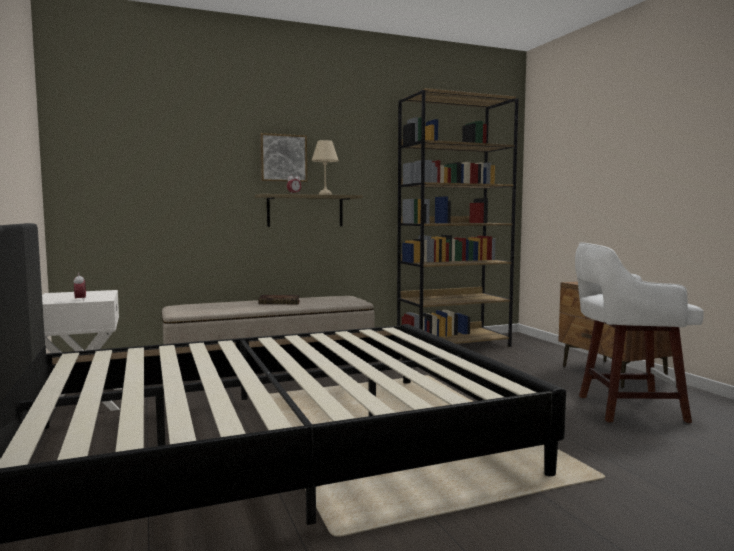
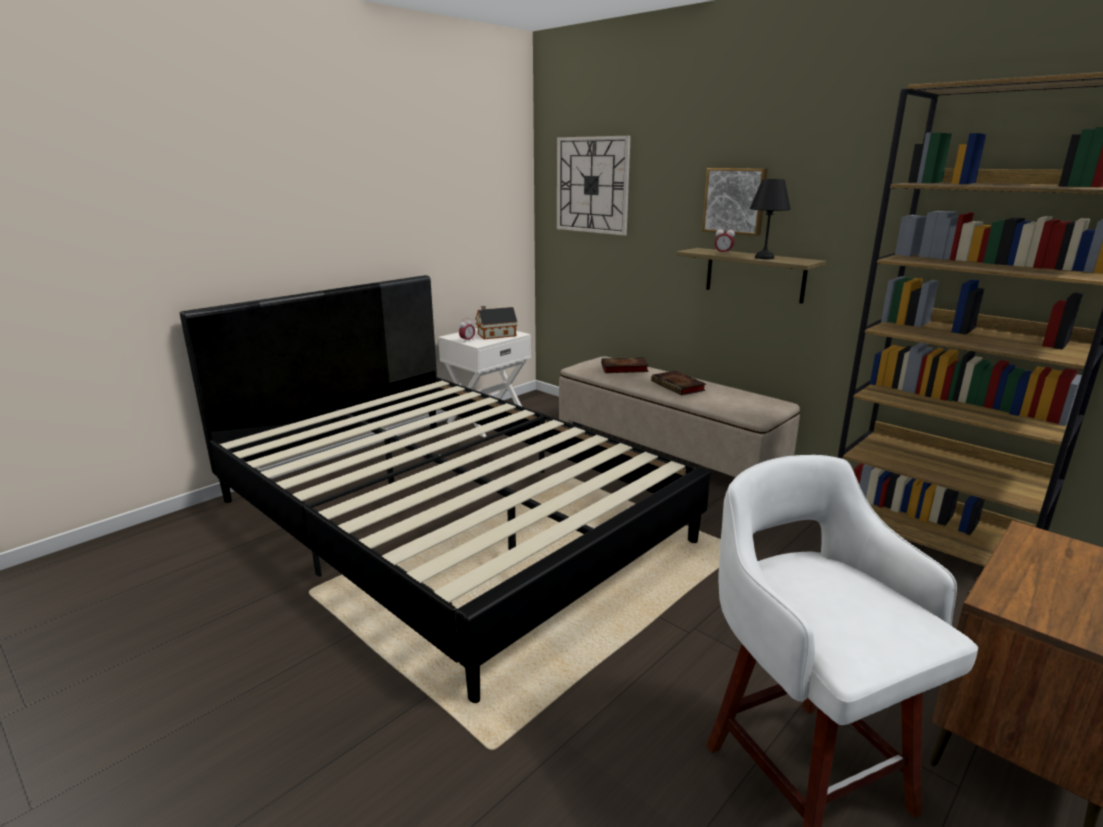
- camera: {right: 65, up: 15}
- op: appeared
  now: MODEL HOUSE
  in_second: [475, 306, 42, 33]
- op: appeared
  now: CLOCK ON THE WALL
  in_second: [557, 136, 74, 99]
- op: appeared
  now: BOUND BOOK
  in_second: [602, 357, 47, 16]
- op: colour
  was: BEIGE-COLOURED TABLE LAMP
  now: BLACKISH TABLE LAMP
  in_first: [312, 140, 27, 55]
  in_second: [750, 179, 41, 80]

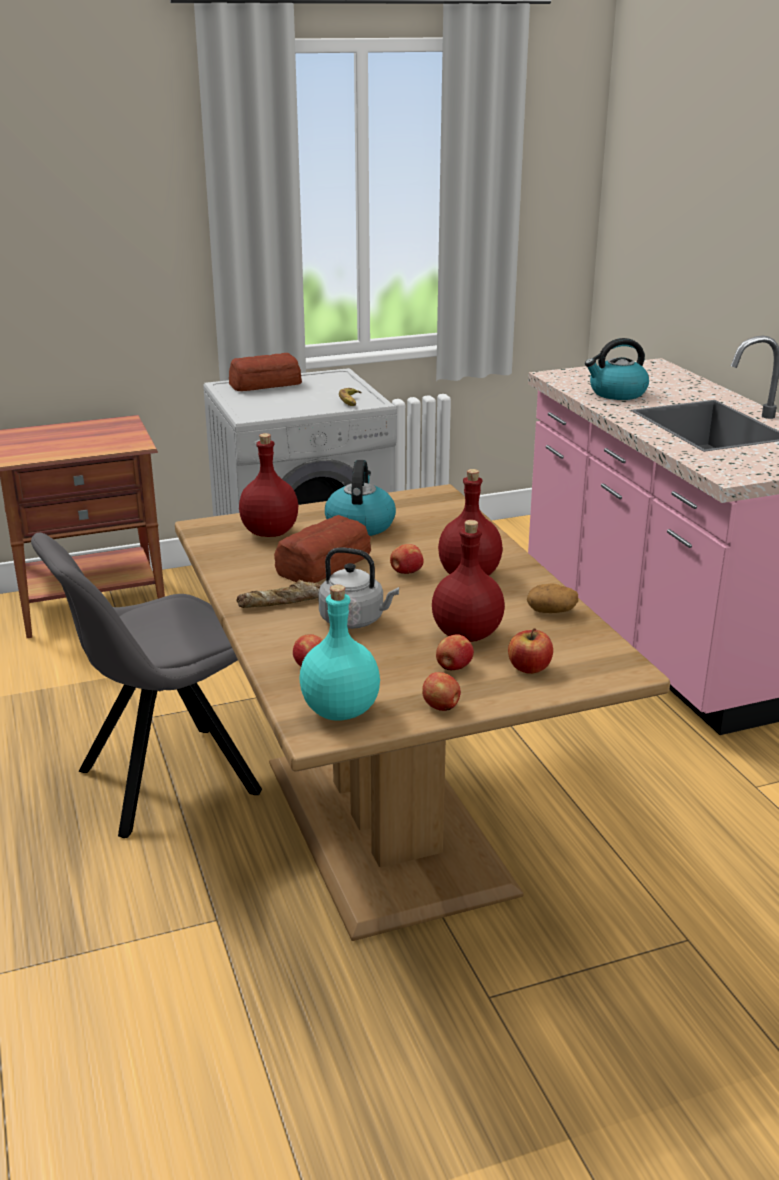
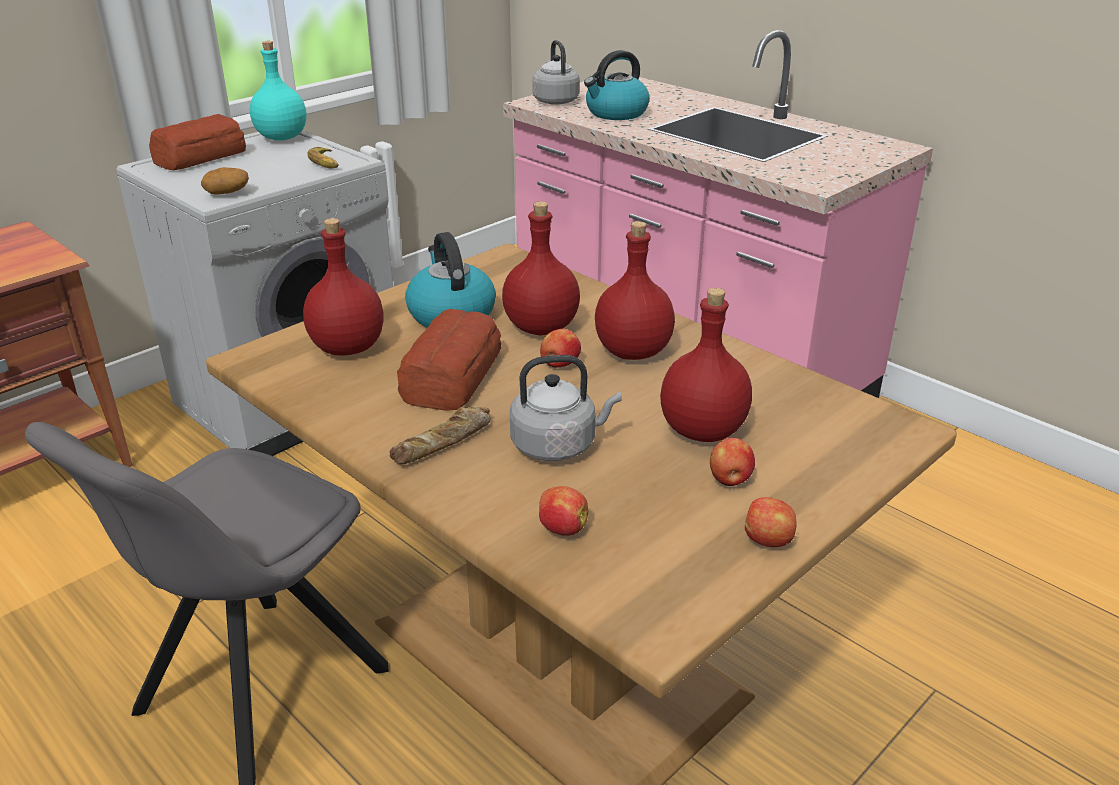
- camera: {right: -25, up: 5}
- op: relocated
  was: POTATO
  in_first: [527, 584, 51, 29]
  in_second: [201, 167, 48, 28]
- op: relocated
  was: TURQUOISE-COLOURED BEVERAGE BOTTLE
  in_first: [300, 585, 80, 135]
  in_second: [250, 41, 57, 100]
- op: appeared
  now: RED-COLOURED BEVERAGE BOTTLE
  in_second: [502, 201, 78, 135]
- op: appeared
  now: GREYISH TEA KETTLE
  in_second: [532, 40, 48, 65]
- op: missing
  was: WHOLE APPLE
  in_first: [508, 628, 45, 46]

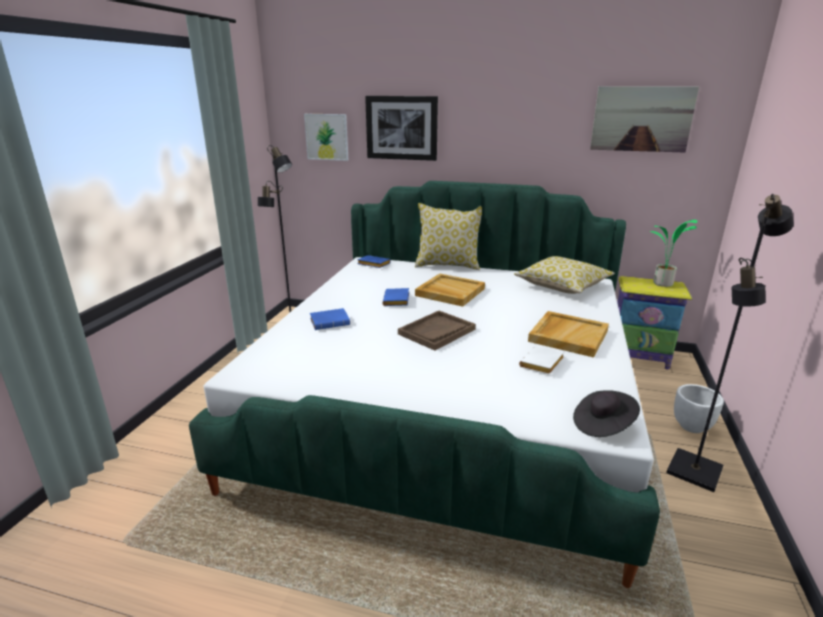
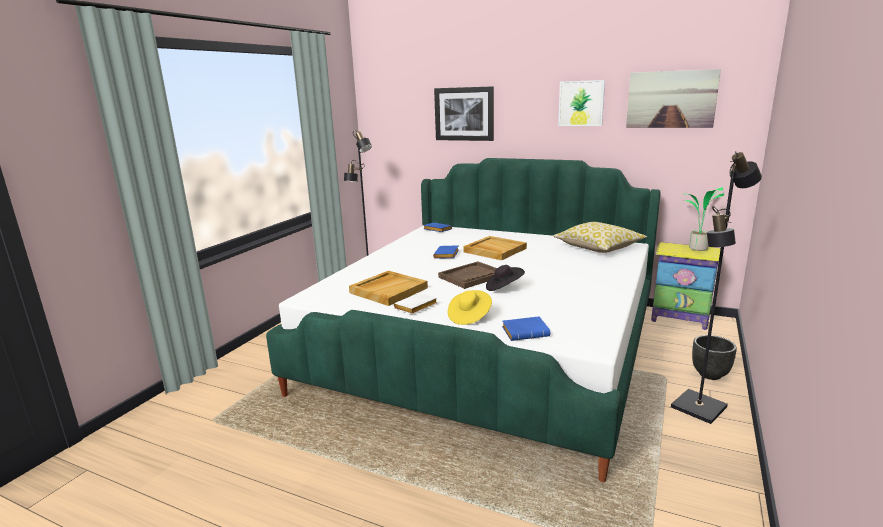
- camera: {right: 10, up: -5}
- op: relocated
  was: BEIGE-COLOURED CARRYING TRAY
  in_first: [528, 311, 81, 47]
  in_second: [349, 271, 79, 35]
- op: relocated
  was: WHITISH BOUND BOOK
  in_first: [519, 345, 46, 30]
  in_second: [394, 293, 44, 21]
- op: appeared
  now: YELLOW-COLOURED WEARABLE HAT
  in_second: [448, 290, 44, 35]
- op: relocated
  was: BLACKISH WEARABLE HAT
  in_first: [573, 390, 67, 47]
  in_second: [486, 265, 39, 26]
- op: relocated
  was: BLUE-COLOURED BOUND BOOK
  in_first: [310, 308, 40, 22]
  in_second: [502, 316, 49, 25]
- op: relocated
  was: PICTURE
  in_first: [304, 114, 44, 47]
  in_second: [558, 80, 47, 46]
- op: colour
  was: WHITISH PLANTER
  now: BLACKISH PLANTER
  in_first: [674, 384, 50, 49]
  in_second: [692, 335, 45, 45]
- op: missing
  was: PILLOW
  in_first: [415, 203, 67, 67]

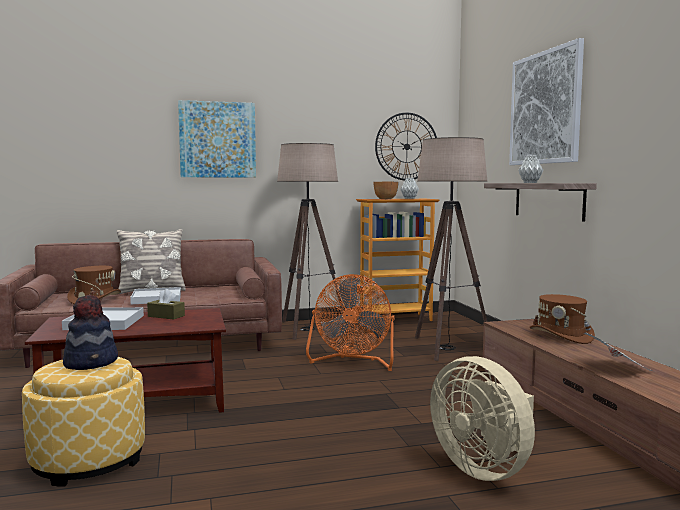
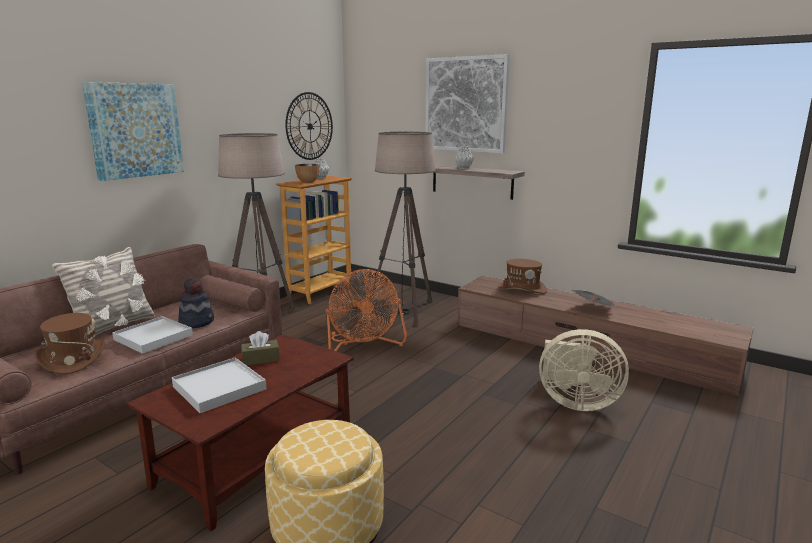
- camera: {right: -40, up: 10}
- op: relocated
  was: WEARABLE HAT
  in_first: [63, 295, 55, 75]
  in_second: [178, 277, 36, 52]

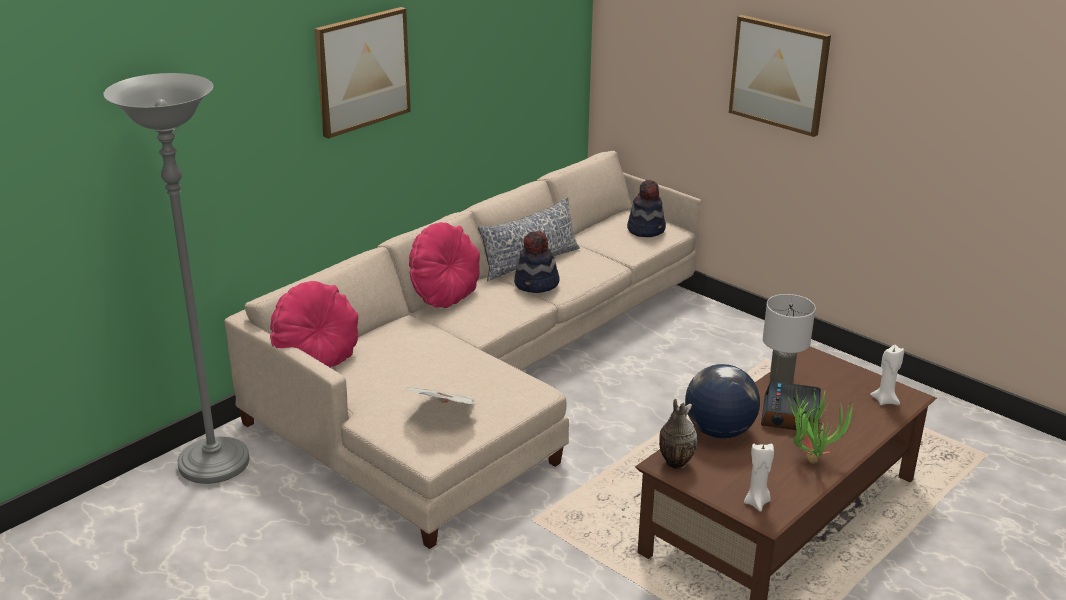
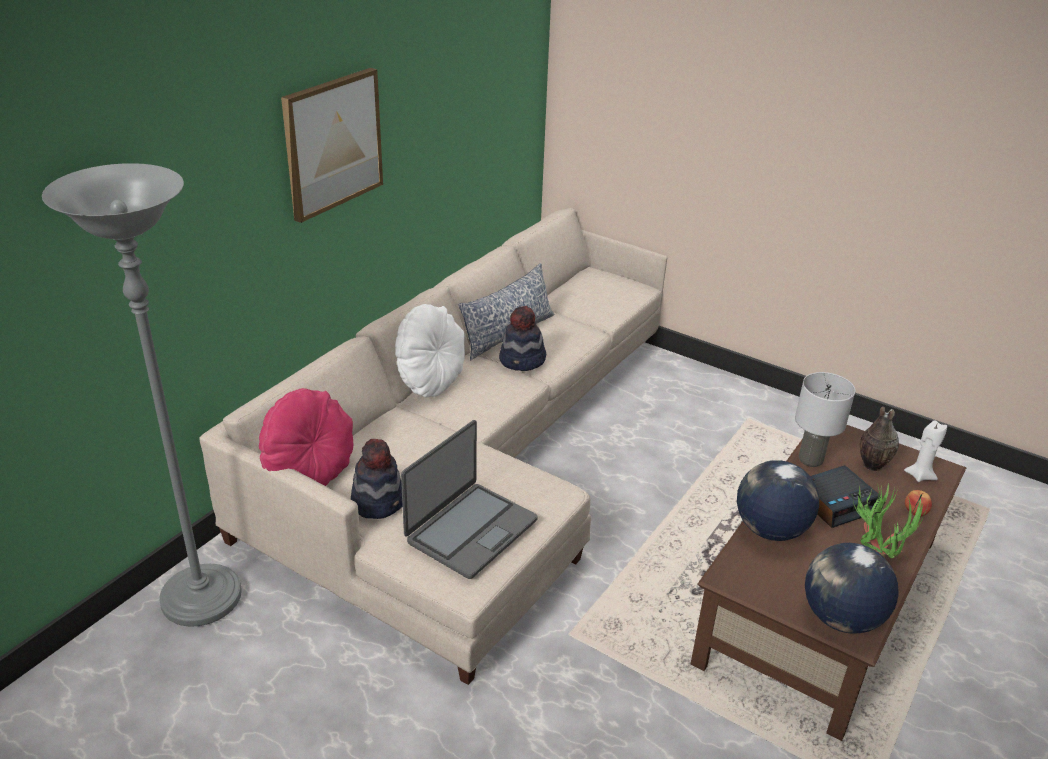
- camera: {right: -10, up: 5}
- op: relocated
  was: WEARABLE HAT
  in_first: [627, 180, 39, 57]
  in_second: [351, 439, 52, 80]
- op: colour
  was: PINK PILLOW
  now: WHITISH PILLOW
  in_first: [409, 222, 71, 86]
  in_second: [395, 304, 70, 93]
- op: exchanged
  was: DAILY PAPER
  now: NOTEBOOK COMPUTER
  in_first: [405, 387, 72, 18]
  in_second: [401, 420, 137, 159]
- op: exchanged
  was: WHITISH CANDLE
  now: GLOBE
  in_first: [744, 443, 30, 69]
  in_second: [805, 543, 93, 91]
- op: spun
  was: BEDSIDE CLOCK
  in_first: [761, 381, 60, 49]
  in_second: [810, 465, 71, 63]
  clockwise: -120
- op: relocated
  was: DECORATIVE VASE
  in_first: [659, 399, 38, 70]
  in_second: [860, 407, 39, 64]
- op: appeared
  now: WHOLE APPLE
  in_second: [905, 490, 27, 27]
- op: missing
  was: PICTURE
  in_first: [729, 15, 102, 122]

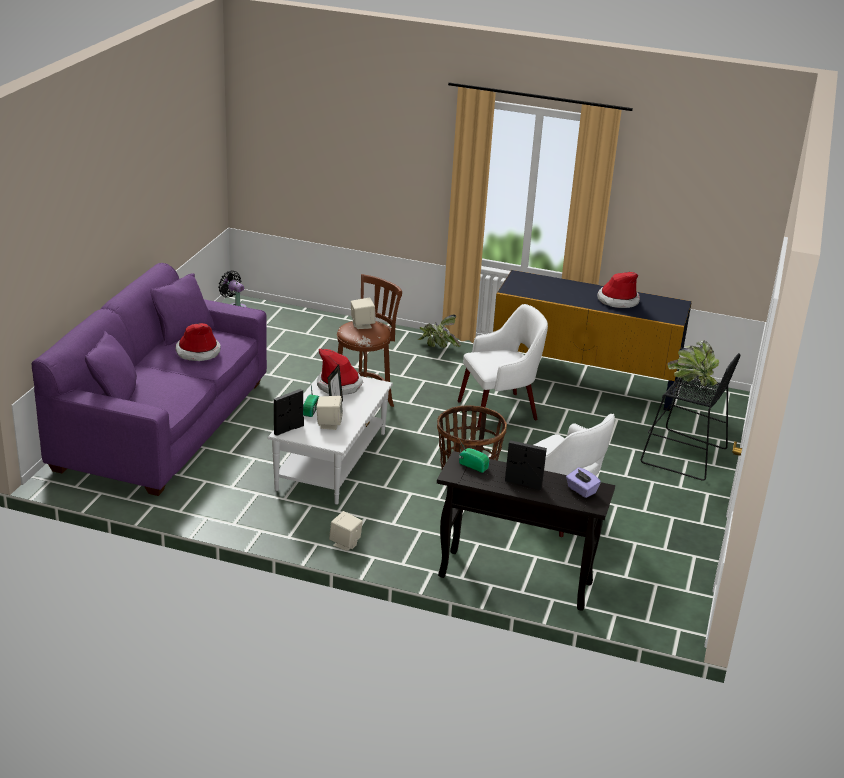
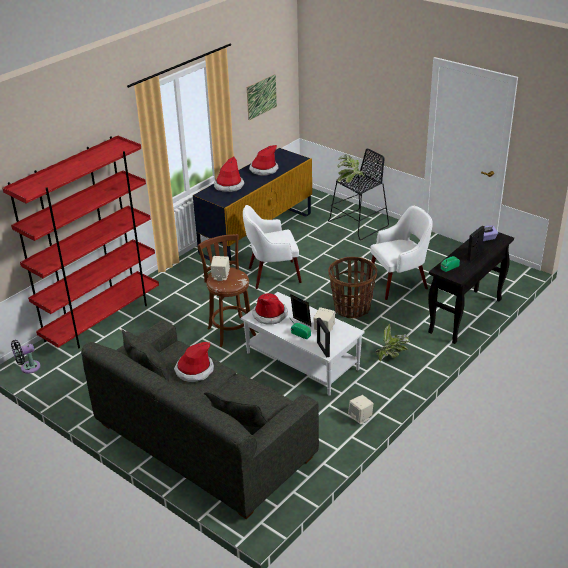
- camera: {right: -65, up: 5}
- op: appeared
  now: RED-COLOURED BOOKCASE
  in_second: [2, 136, 157, 212]
- op: colour
  was: PURPLE SETTEE
  now: GREYISH SETTEE
  in_first: [32, 263, 235, 233]
  in_second: [81, 320, 238, 199]
- op: appeared
  now: WEARABLE HAT
  in_second: [214, 157, 30, 35]
- op: spun
  was: WHITISH ARMCHAIR
  in_first: [458, 304, 90, 123]
  in_second: [243, 205, 59, 84]
  clockwise: -105
- op: appeared
  now: PICTURE
  in_second: [247, 74, 30, 46]
- op: relocated
  was: BEIGE-COLOURED AUDIO SPEAKER
  in_first: [329, 511, 34, 40]
  in_second: [348, 395, 25, 29]
- op: relocated
  was: PLANT IN A POT
  in_first: [418, 315, 43, 33]
  in_second: [376, 323, 34, 39]

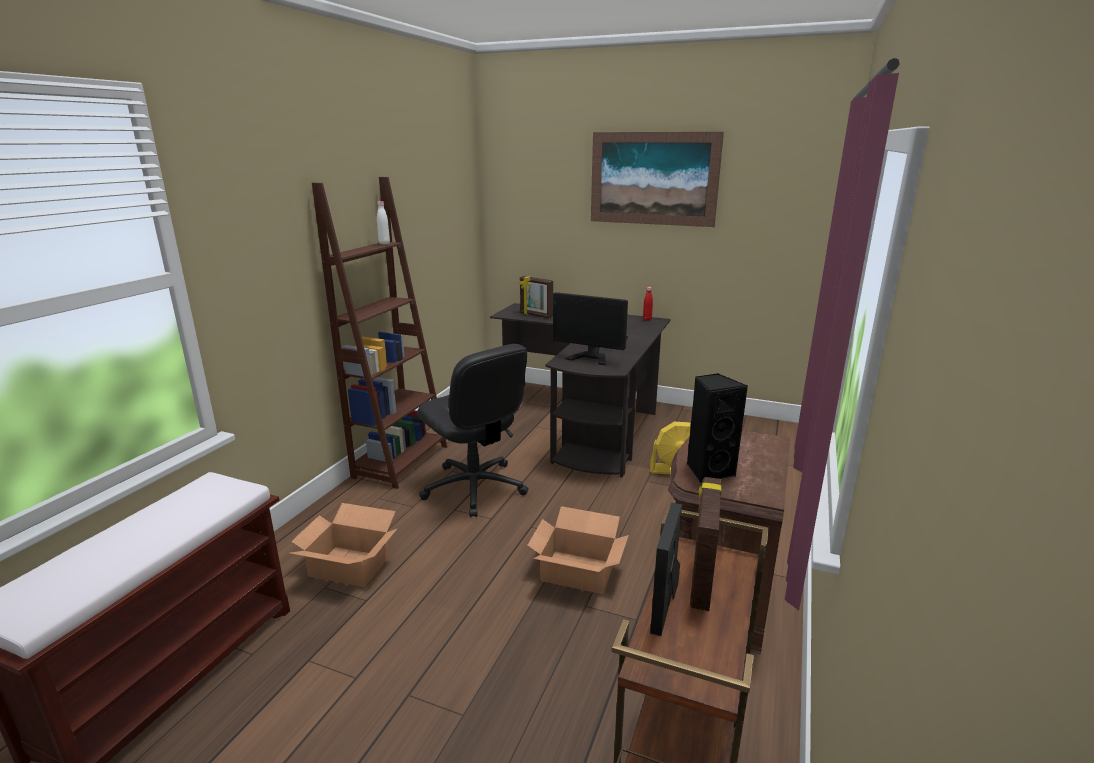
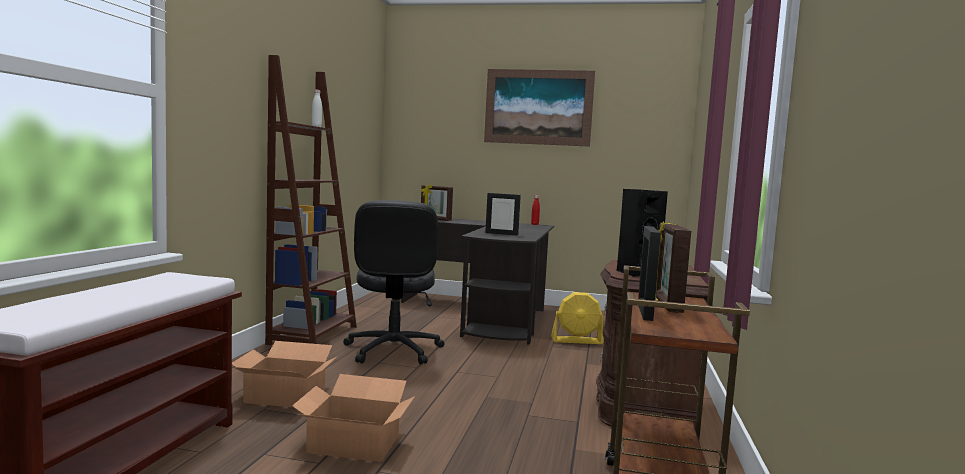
- camera: {right: -10, up: -15}
- op: relocated
  was: CARTON
  in_first: [527, 506, 102, 88]
  in_second: [292, 374, 123, 88]
- op: spun
  was: BLACKISH OFFICE CHAIR
  in_first: [417, 344, 111, 173]
  in_second: [343, 200, 102, 164]
  clockwise: 45
- op: exchanged
  was: MONITOR
  now: STANDING FRAME
  in_first: [553, 292, 75, 74]
  in_second: [485, 193, 36, 43]

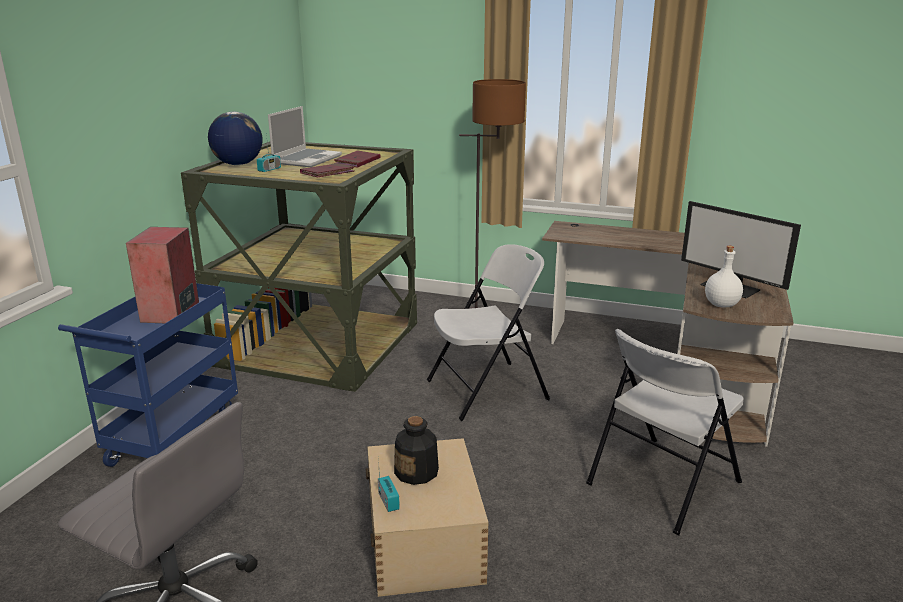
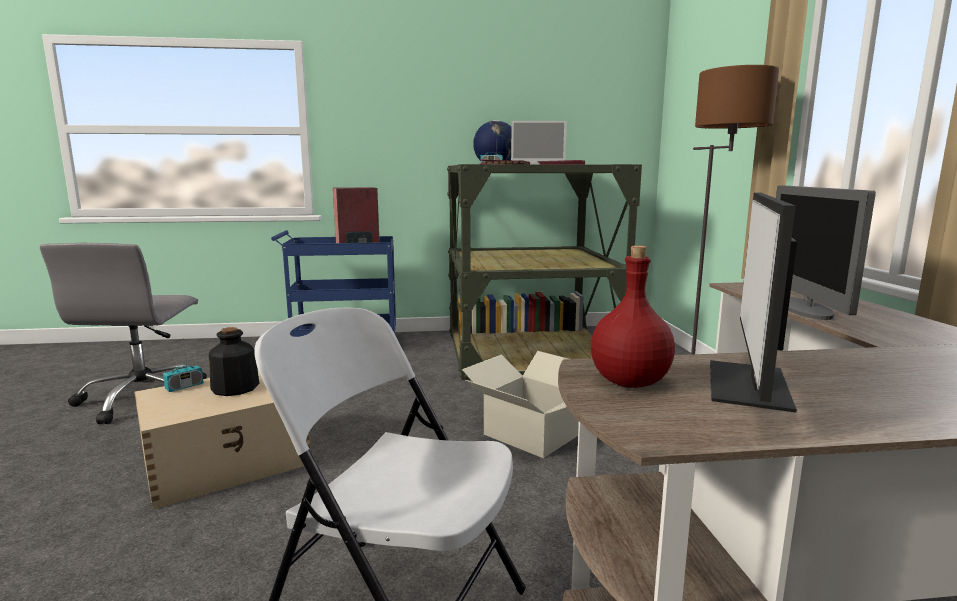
- camera: {right: 65, up: -10}
- op: exchanged
  was: WHITISH UPRIGHT CHAIR
  now: CARTON
  in_first: [427, 244, 123, 177]
  in_second: [462, 351, 117, 107]
- op: colour
  was: WHITISH BEVERAGE BOTTLE
  now: RED-COLOURED BEVERAGE BOTTLE
  in_first: [705, 246, 38, 61]
  in_second: [591, 245, 84, 143]
- op: appeared
  now: MONITOR
  in_second: [776, 185, 100, 135]

